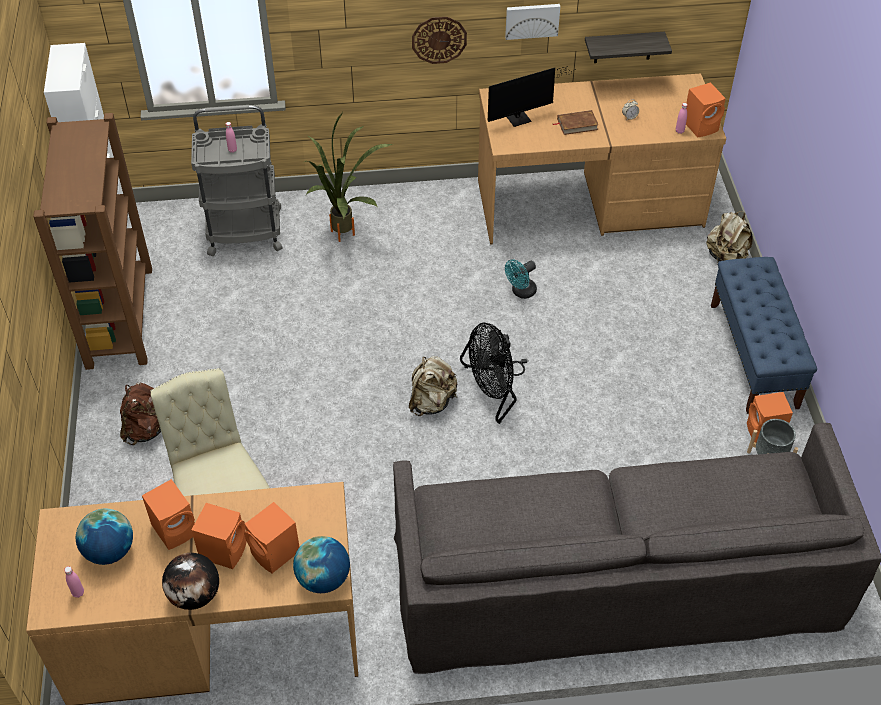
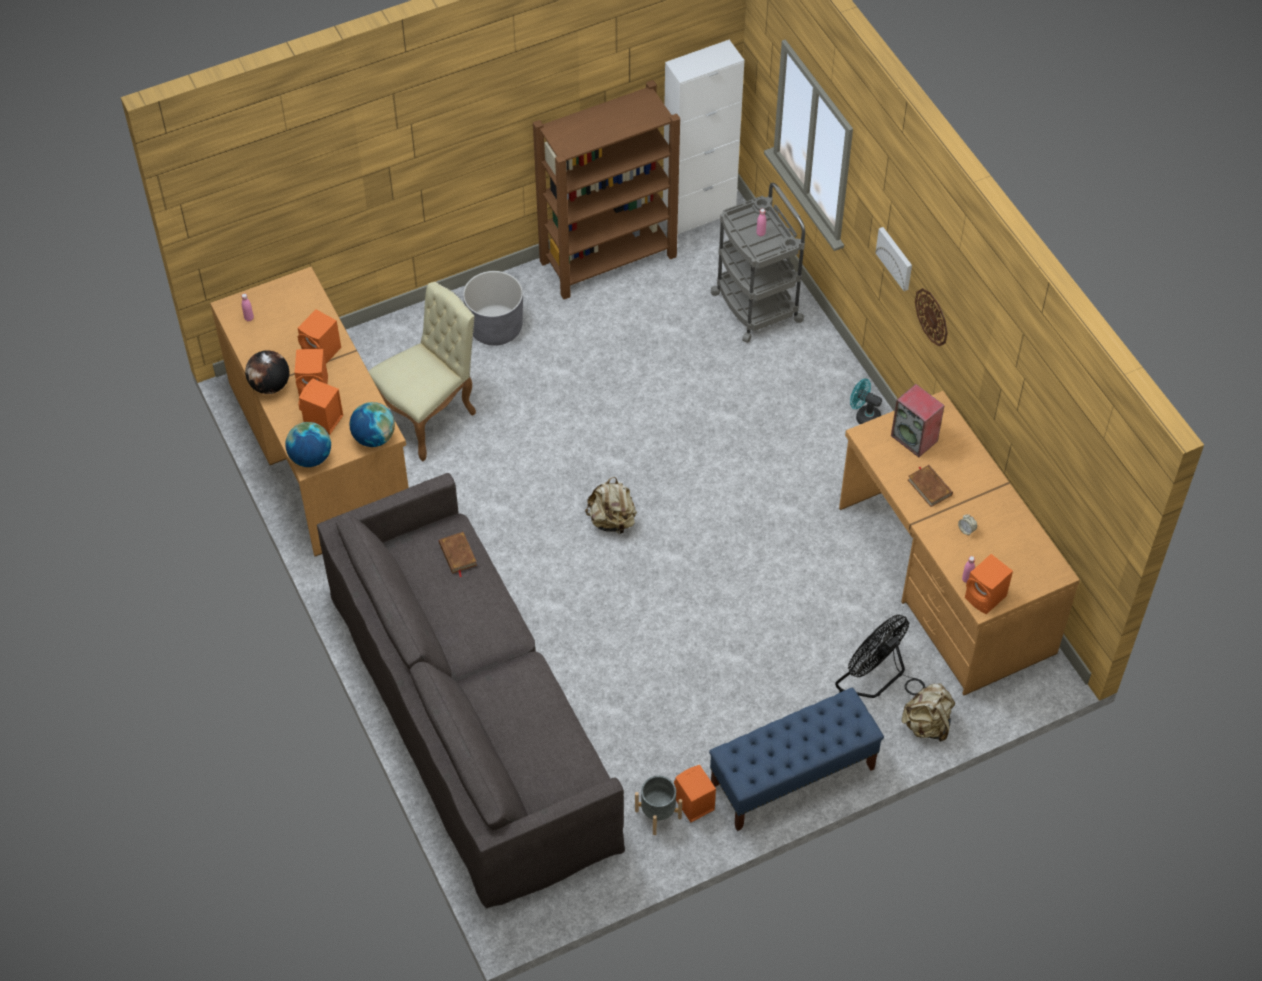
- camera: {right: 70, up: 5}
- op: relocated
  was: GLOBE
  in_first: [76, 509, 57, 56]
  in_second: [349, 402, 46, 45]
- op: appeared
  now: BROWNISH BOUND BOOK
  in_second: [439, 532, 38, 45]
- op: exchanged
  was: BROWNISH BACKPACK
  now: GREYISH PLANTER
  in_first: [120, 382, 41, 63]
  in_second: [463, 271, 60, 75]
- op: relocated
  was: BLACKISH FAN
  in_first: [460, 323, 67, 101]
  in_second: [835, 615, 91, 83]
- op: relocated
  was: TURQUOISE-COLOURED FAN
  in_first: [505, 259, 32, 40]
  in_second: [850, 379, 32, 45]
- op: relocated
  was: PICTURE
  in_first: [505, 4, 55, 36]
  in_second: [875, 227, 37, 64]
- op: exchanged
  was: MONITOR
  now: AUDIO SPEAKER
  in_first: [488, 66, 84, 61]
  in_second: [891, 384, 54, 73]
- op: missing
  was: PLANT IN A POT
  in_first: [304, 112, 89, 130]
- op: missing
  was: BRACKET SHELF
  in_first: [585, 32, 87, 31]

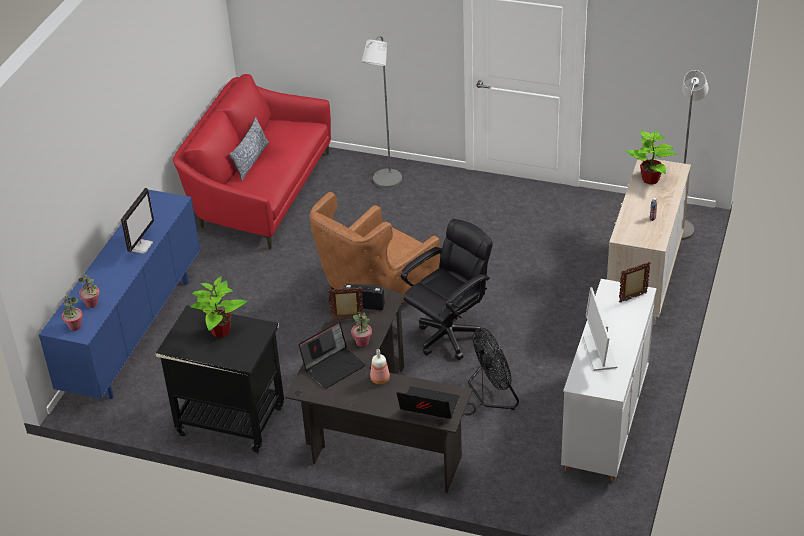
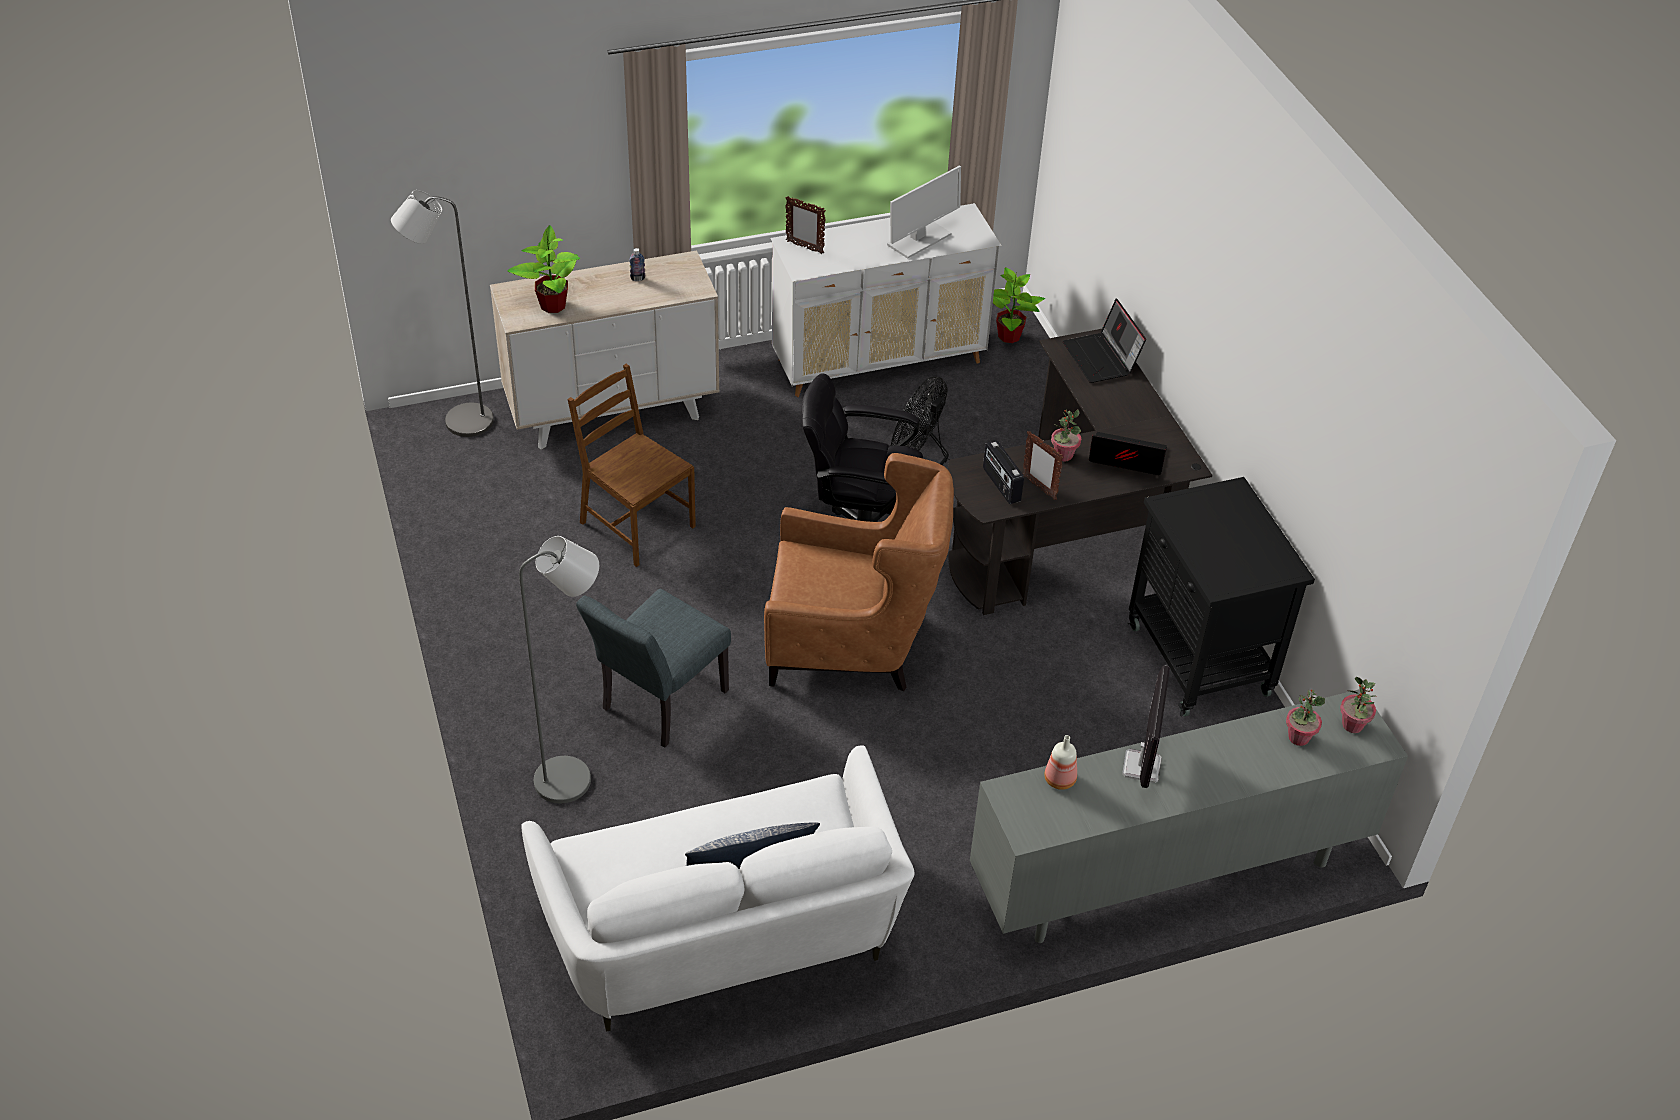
- camera: {right: -130, up: 5}
- op: colour
  was: RED-COLOURED SETTEE
  now: WHITISH SETTEE
  in_first: [173, 74, 158, 175]
  in_second: [521, 745, 394, 287]
- op: appeared
  now: BROWNISH UPRIGHT CHAIR
  in_second: [568, 364, 128, 203]
- op: appeared
  now: GREYISH UPRIGHT CHAIR
  in_second: [576, 589, 155, 158]
- op: colour
  was: BLUE-COLOURED CUPBOARD
  now: GREYISH CUPBOARD
  in_first: [39, 190, 161, 209]
  in_second: [970, 689, 438, 254]
- op: relocated
  was: PLANT IN A POT
  in_first: [190, 276, 57, 62]
  in_second: [993, 267, 52, 76]
- op: relocated
  was: BEVERAGE BOTTLE
  in_first: [370, 349, 20, 35]
  in_second: [1044, 735, 33, 55]
- op: spun
  was: MONITOR
  in_first: [121, 188, 33, 66]
  in_second: [1122, 665, 48, 123]
  clockwise: 120

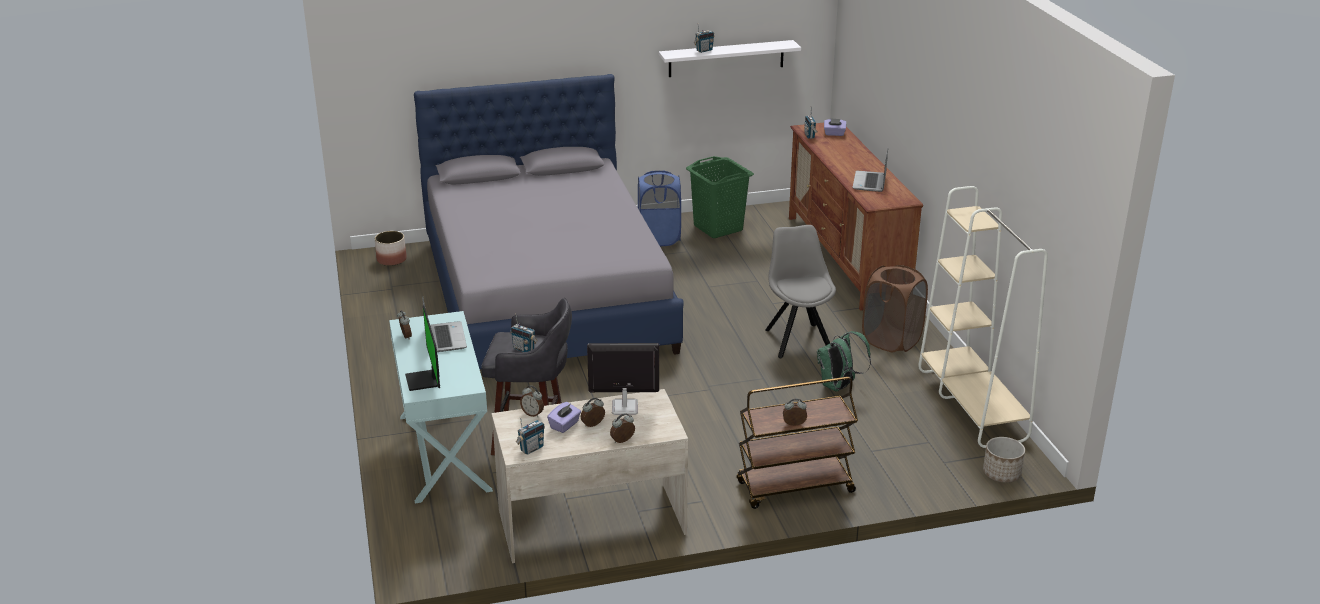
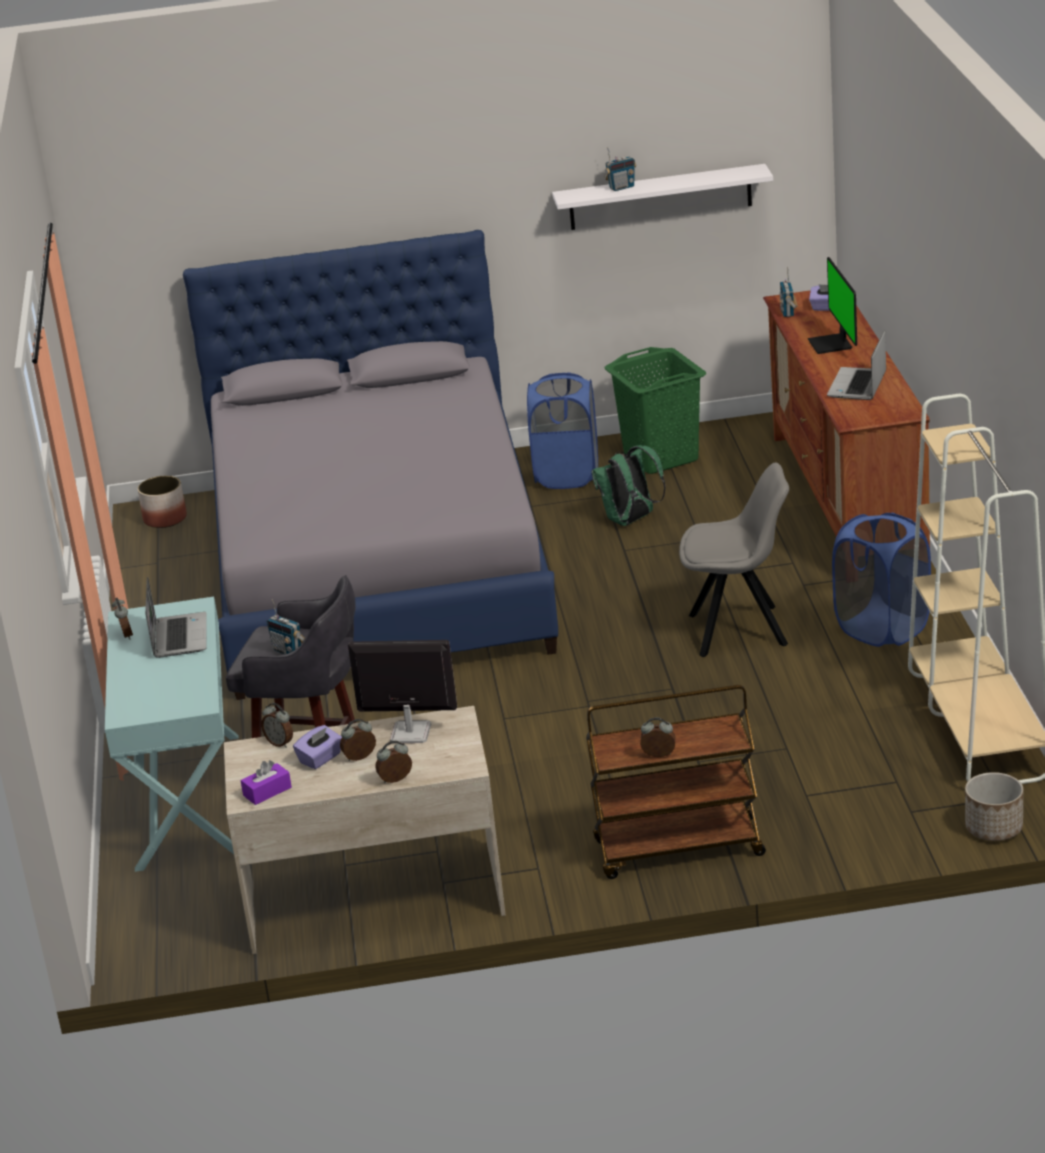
- camera: {right: 10, up: 0}
- op: exchanged
  was: RADIO
  now: PURPLE TISSUE HOLDER
  in_first: [516, 417, 29, 38]
  in_second: [241, 760, 51, 45]
- op: relocated
  was: GREEN BACKPACK
  in_first: [817, 331, 54, 61]
  in_second: [591, 445, 75, 81]
- op: spun
  was: GREYISH UPRIGHT CHAIR
  in_first: [765, 225, 71, 133]
  in_second: [679, 463, 110, 194]
  clockwise: 90
- op: relocated
  was: MONITOR
  in_first: [405, 305, 35, 86]
  in_second: [808, 257, 49, 97]
- op: colour
  was: BROWNISH HAMPER
  now: BLUE-COLOURED HAMPER
  in_first: [862, 265, 66, 87]
  in_second: [832, 513, 99, 134]

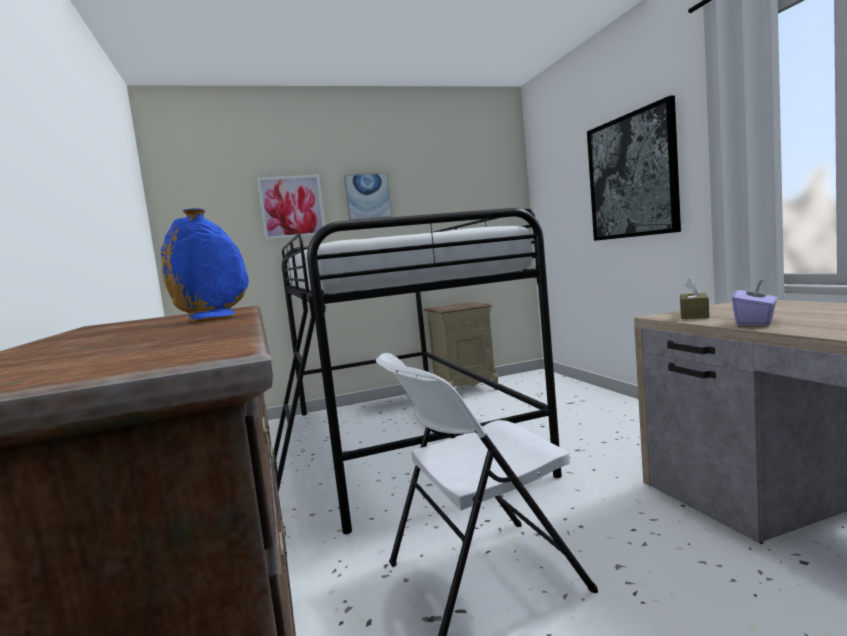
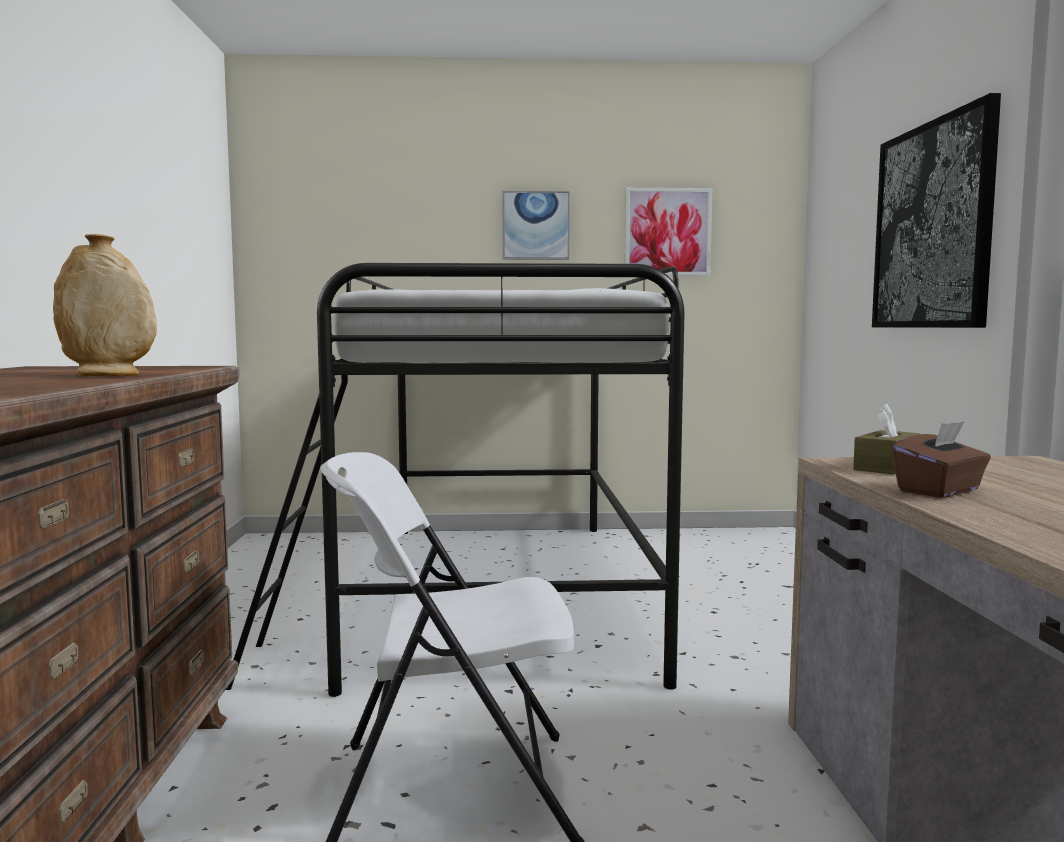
- camera: {right: 15, up: 0}
- op: colour
  was: BLUE-COLOURED DECORATIVE VASE
  now: BEIGE-COLOURED DECORATIVE VASE
  in_first: [161, 208, 88, 114]
  in_second: [53, 234, 104, 142]
- op: relocated
  was: PICTURE
  in_first: [257, 175, 68, 65]
  in_second: [625, 188, 87, 88]
- op: colour
  was: PURPLE TISSUE HOLDER
  now: BROWNISH TISSUE HOLDER
  in_first: [732, 280, 45, 45]
  in_second: [892, 421, 99, 77]
- op: missing
  was: BEIGE-COLOURED NIGHT TABLE
  in_first: [424, 301, 74, 89]

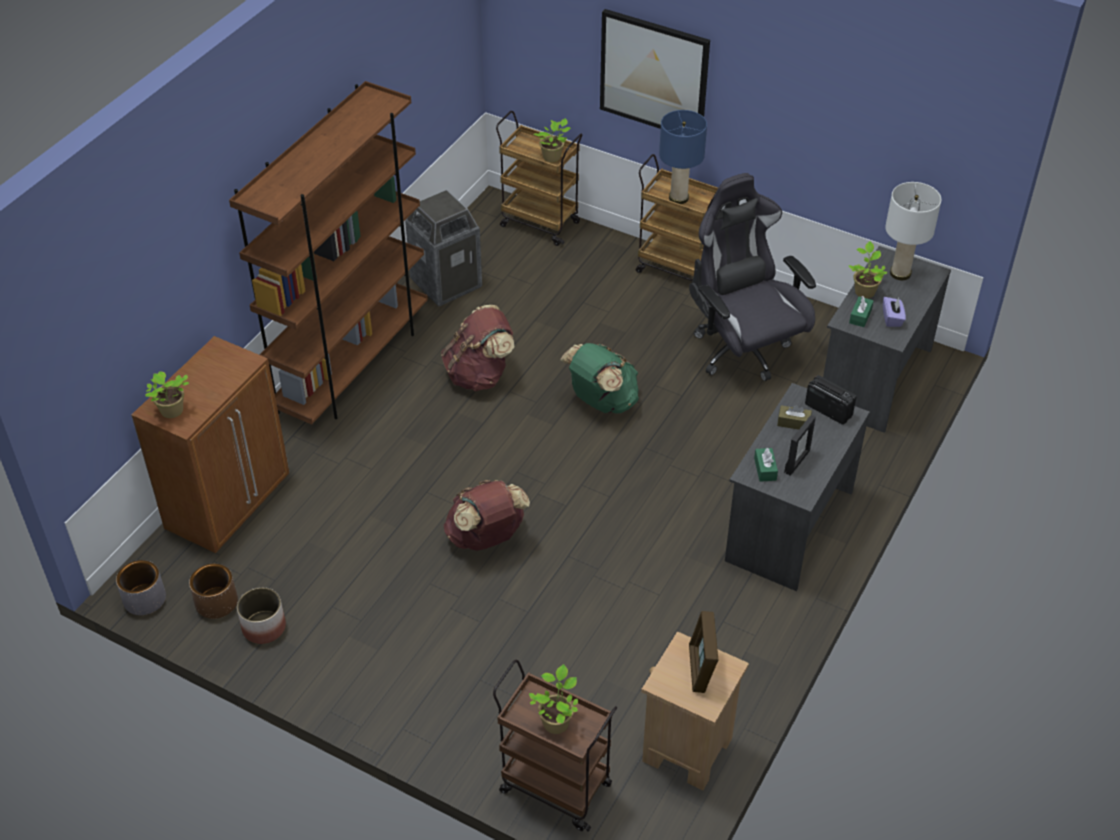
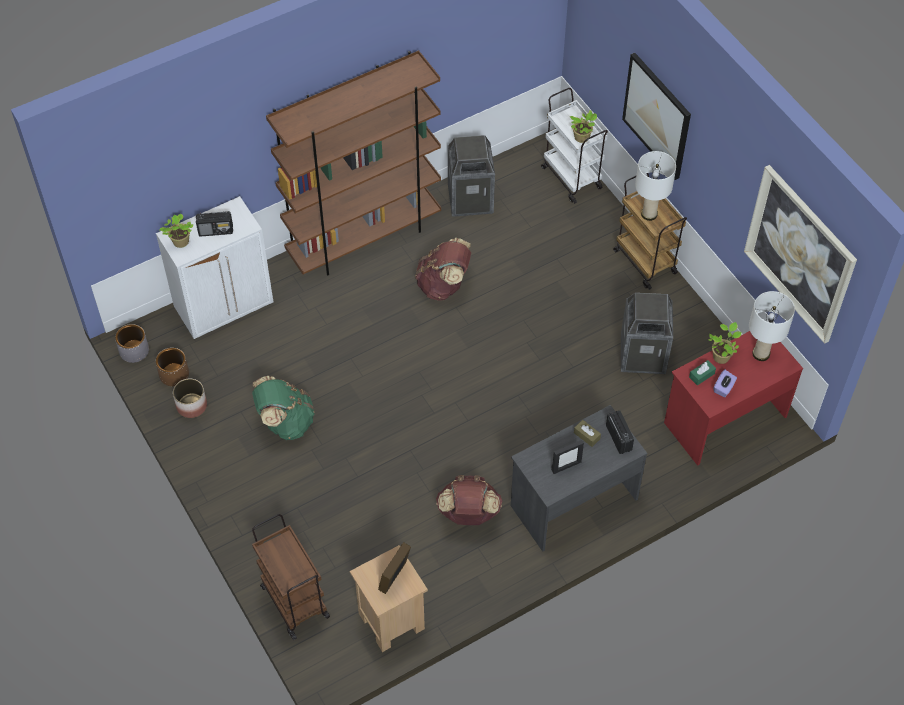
- camera: {right: 30, up: 10}
- op: colour
  was: BROWNISH CUPBOARD
  now: WHITISH CUPBOARD
  in_first: [131, 336, 159, 217]
  in_second: [156, 196, 117, 143]
- op: appeared
  now: RADIO
  in_second: [196, 211, 37, 26]
- op: relocated
  was: GREEN BACKPACK
  in_first: [560, 343, 79, 71]
  in_second: [252, 376, 63, 64]
- op: relocated
  was: BROWNISH BACKPACK
  in_first: [444, 480, 86, 71]
  in_second: [436, 475, 66, 50]
- op: colour
  was: BROWNISH TROLLEY
  now: WHITISH TROLLEY
  in_first: [496, 111, 86, 135]
  in_second: [541, 88, 67, 116]
- op: exchanged
  was: BLACKISH OFFICE CHAIR
  now: TRASH CAN
  in_first: [689, 173, 127, 208]
  in_second: [621, 293, 52, 81]
- op: colour
  was: BLUE-COLOURED TABLE LAMP
  now: WHITISH TABLE LAMP
  in_first: [659, 110, 48, 94]
  in_second: [635, 151, 41, 70]
- op: colour
  was: GREYISH DESK TABLE
  now: RED-COLOURED DESK TABLE
  in_first: [823, 246, 128, 187]
  in_second: [664, 331, 139, 135]
- op: appeared
  now: PICTURE
  in_second: [744, 165, 113, 179]
- op: missing
  was: PLANT IN A POT
  in_first: [529, 664, 49, 70]
- op: missing
  was: GREEN TISSUE HOLDER
  in_first: [754, 448, 24, 34]

